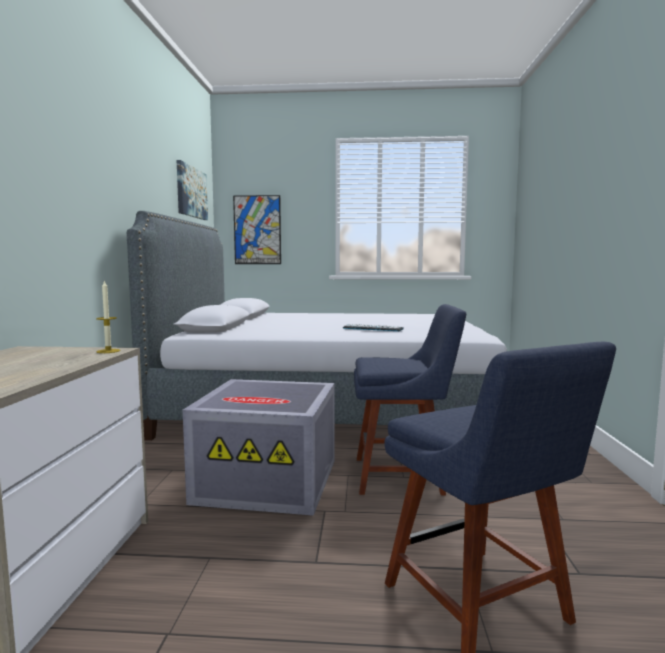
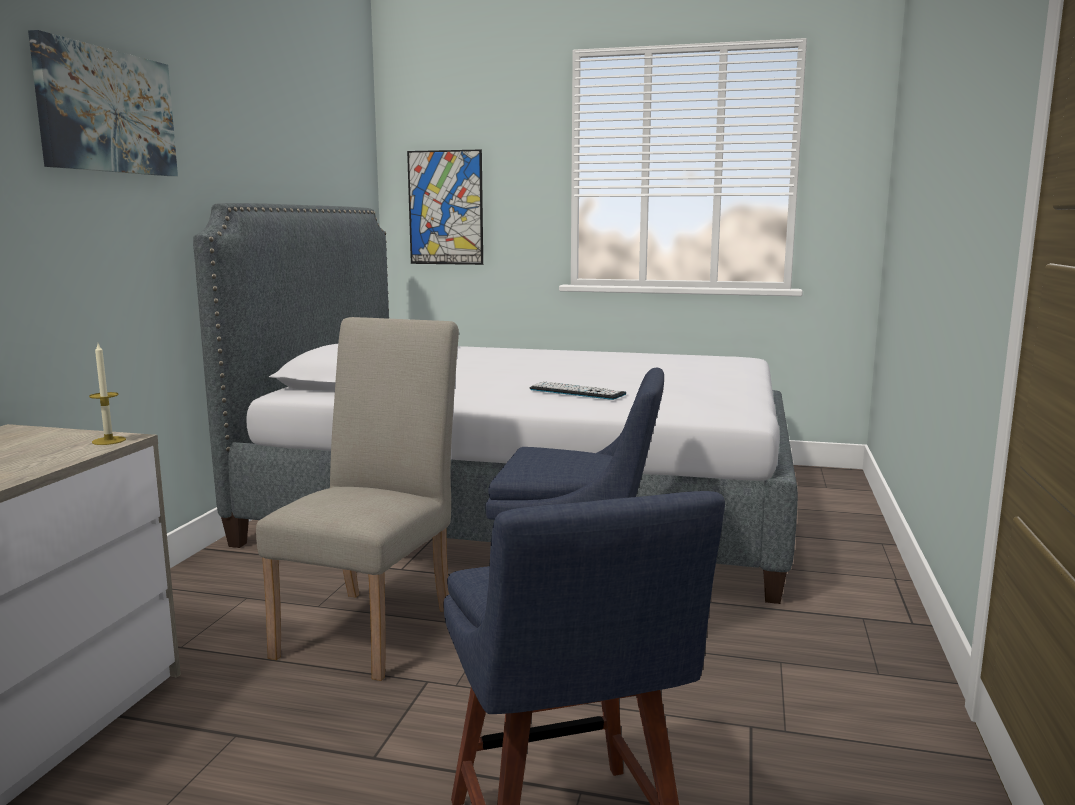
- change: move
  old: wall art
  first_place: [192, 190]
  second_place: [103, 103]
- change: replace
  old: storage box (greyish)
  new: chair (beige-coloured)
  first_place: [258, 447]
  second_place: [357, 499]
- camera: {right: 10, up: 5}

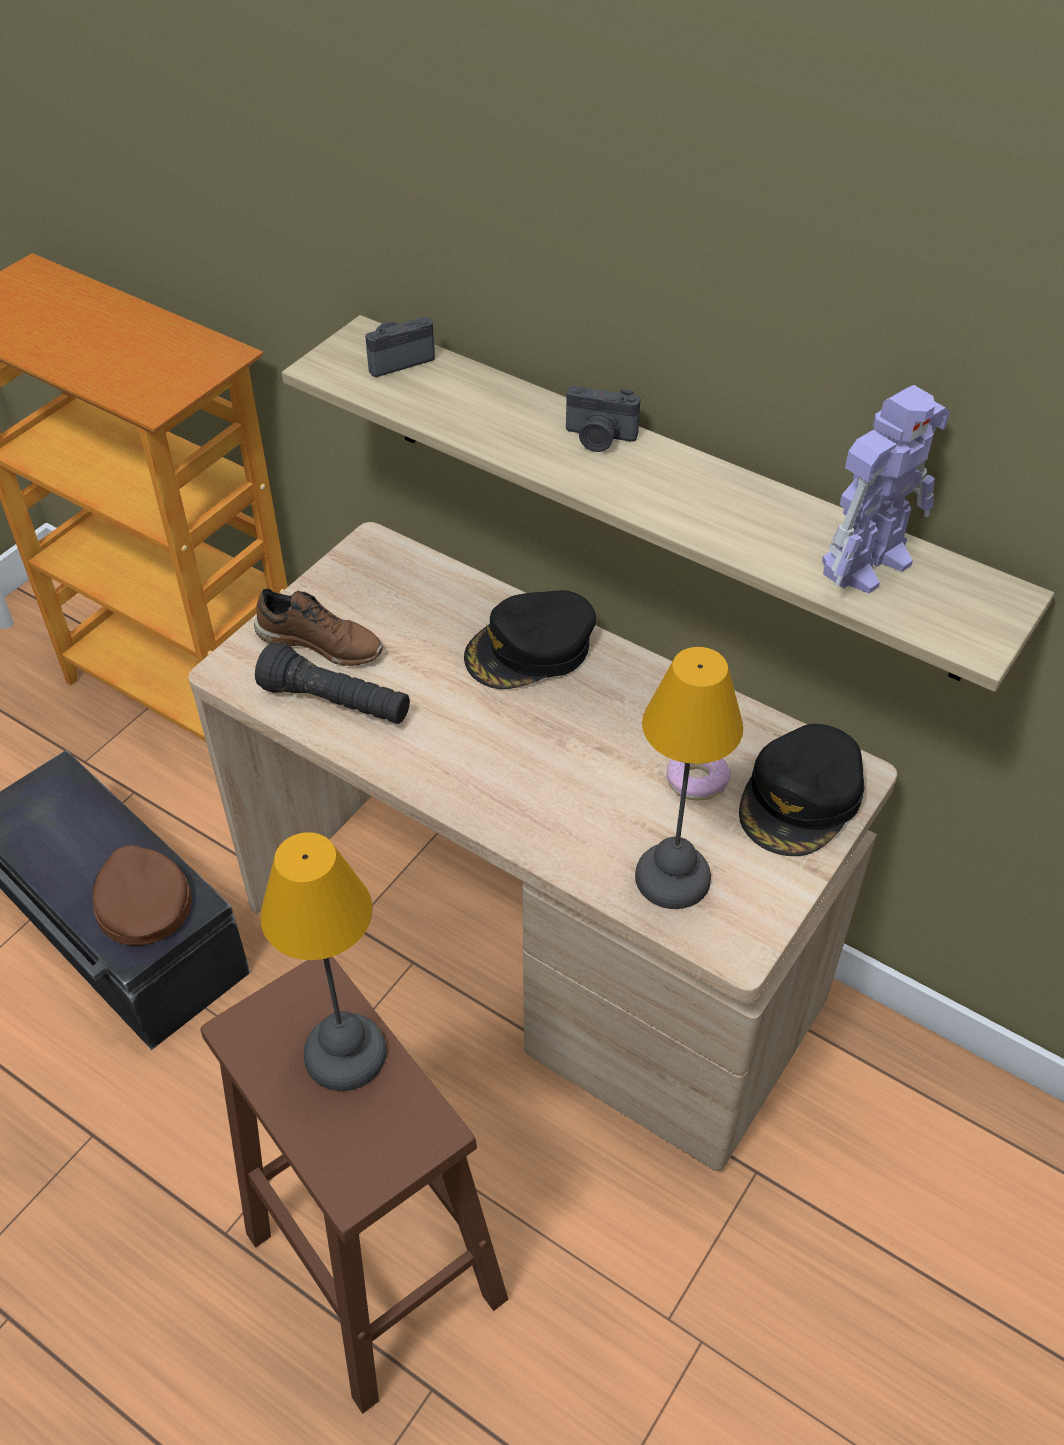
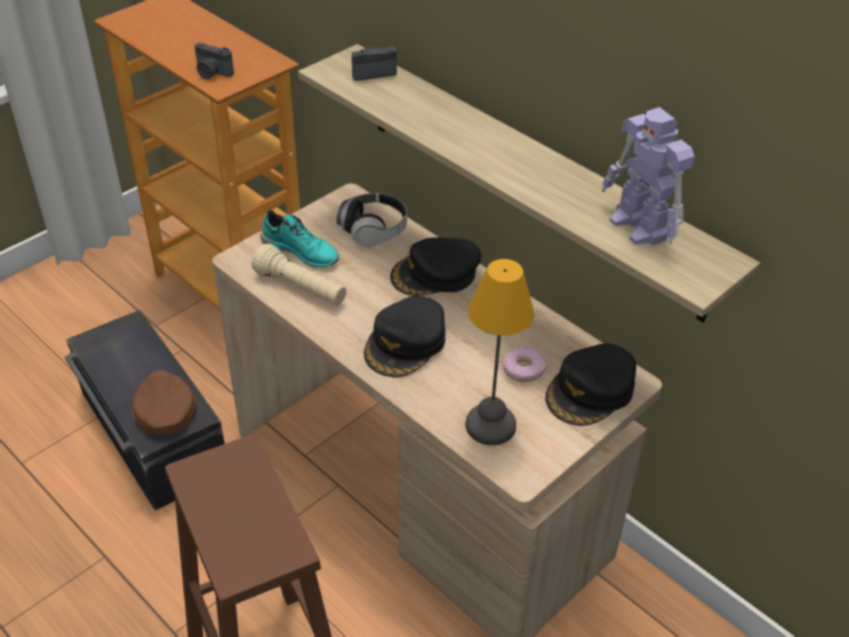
- change: rotate
  old: toy robot
  first_place: [886, 489]
  second_place: [648, 176]
  degrees: 90
- change: move
  old: photo camera
  first_place: [603, 419]
  second_place: [214, 61]
- change: recolor
  old: shoe (brown-coloured)
  new: shoe (turquoise-coloured)
  first_place: [318, 627]
  second_place: [299, 238]
- change: recolor
  old: hand torch (black)
  new: hand torch (beige-coloured)
  first_place: [332, 683]
  second_place: [299, 274]
- change: delete
  old: tabletop lamp
  first_place: [323, 961]
- change: insert
  new: headphones
  second_place: [371, 220]
- change: insert
  new: peaked cap (black)
  second_place: [405, 336]
- camera: {right: 10, up: -5}

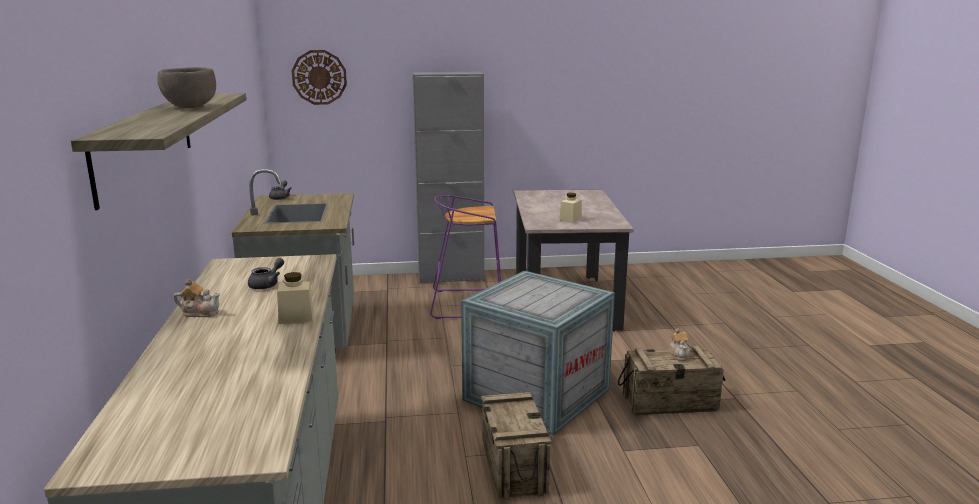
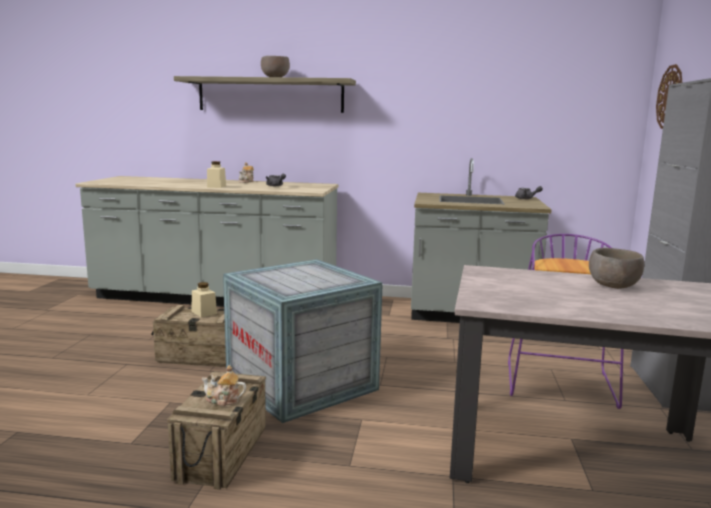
- change: move
  old: preserve jar (beige-coloured)
  first_place: [570, 208]
  second_place: [204, 299]
- change: insert
  new: serving bowl (brown-coloured)
  second_place: [616, 268]
- camera: {right: 105, up: -5}

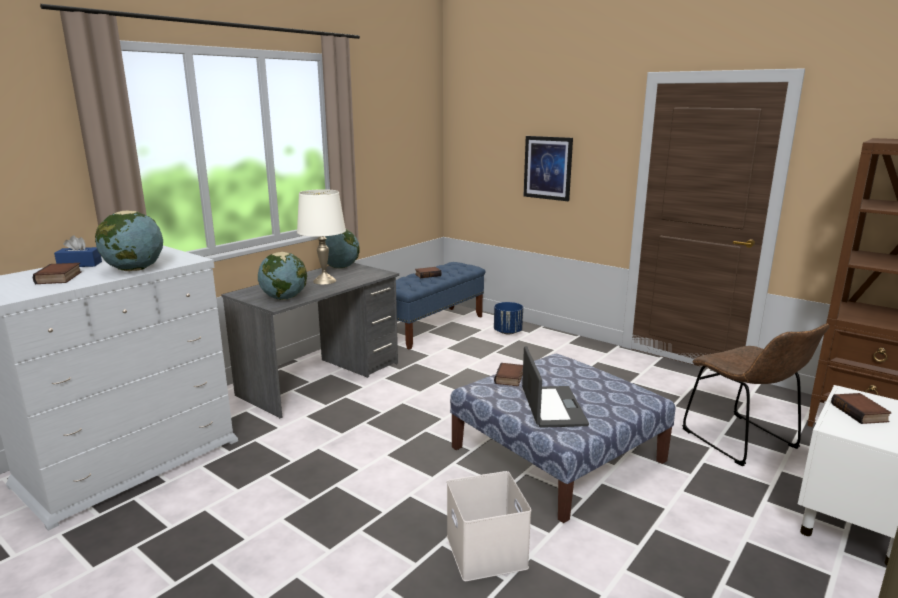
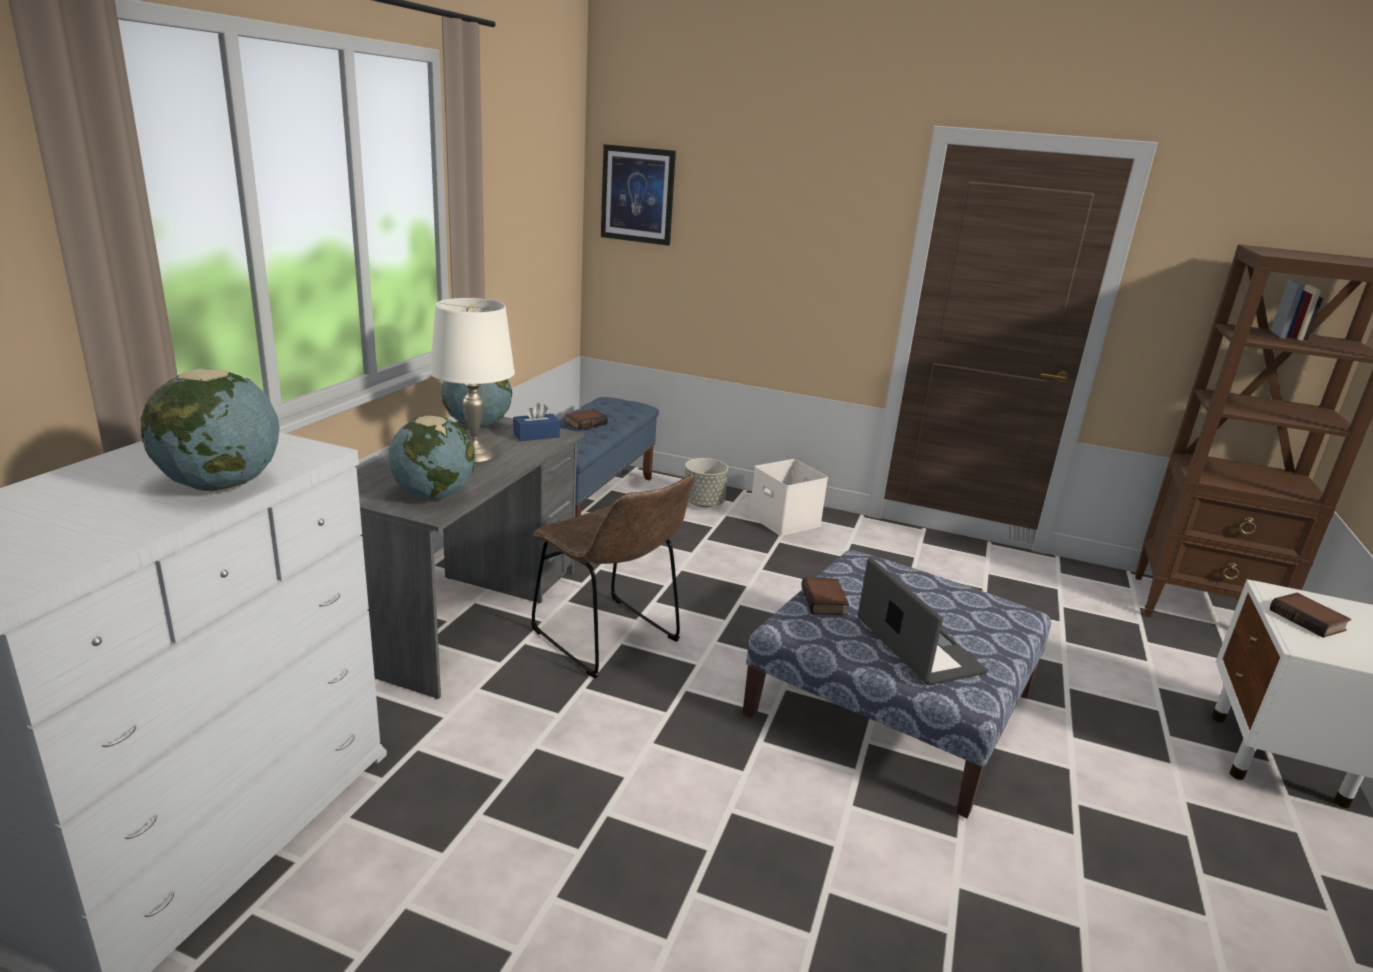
- change: move
  old: wall art
  first_place: [548, 168]
  second_place: [638, 195]
- change: move
  old: box of tissues (blue)
  first_place: [78, 251]
  second_place: [536, 421]
- change: delete
  old: volume
  first_place: [57, 273]
- change: recolor
  old: plant pot (blue)
  new: plant pot (greyish)
  first_place: [508, 318]
  second_place: [706, 482]
- change: move
  old: chair (brown-coloured)
  first_place: [755, 394]
  second_place: [613, 576]
- change: move
  old: storage box (white-coloured)
  first_place: [489, 526]
  second_place: [788, 497]
- camera: {right: -20, up: 5}

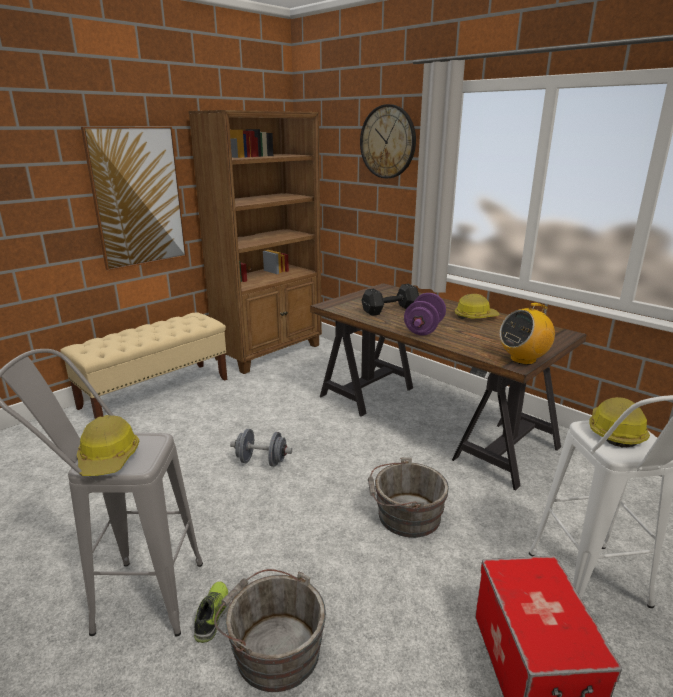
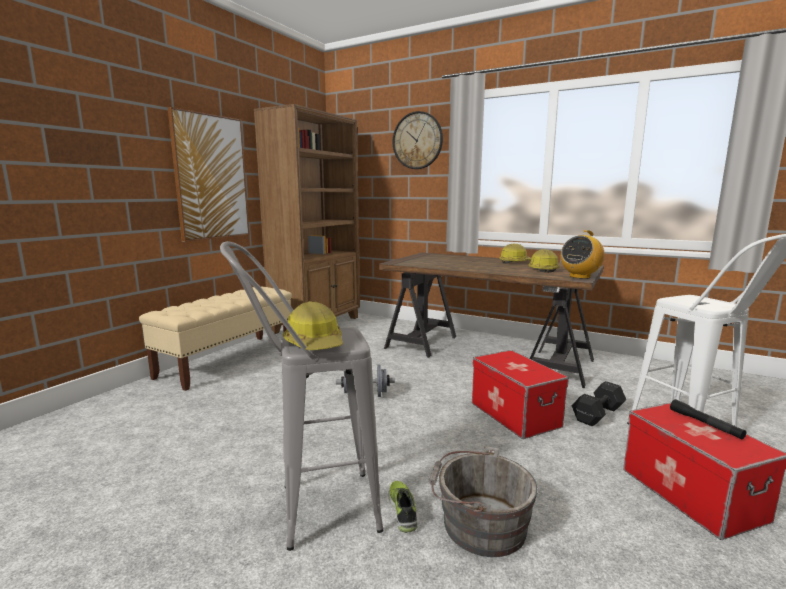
- change: move
  old: hand weight (black)
  first_place: [390, 300]
  second_place: [599, 404]
- change: delete
  old: hand weight (purple)
  first_place: [425, 314]
- change: move
  old: work helmet
  first_place: [619, 422]
  second_place: [544, 261]
- change: replace
  old: bucket (greyish)
  new: storage box
  first_place: [408, 497]
  second_place: [520, 394]
- change: insert
  new: hand torch (black)
  second_place: [708, 419]
- camera: {right: -15, up: -10}

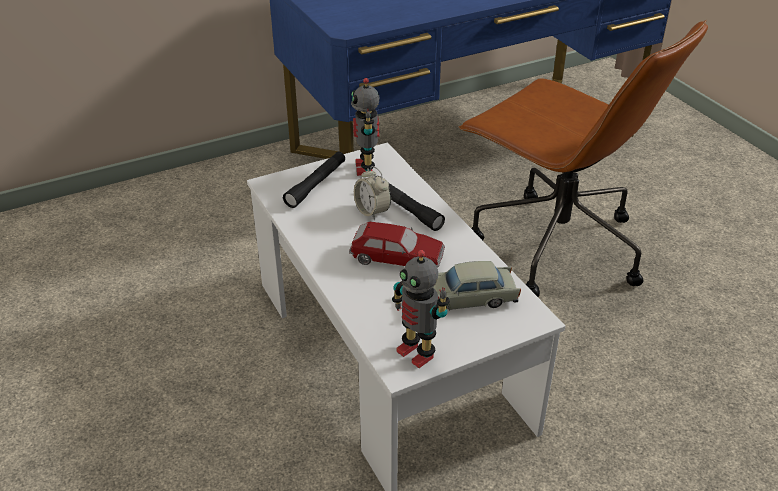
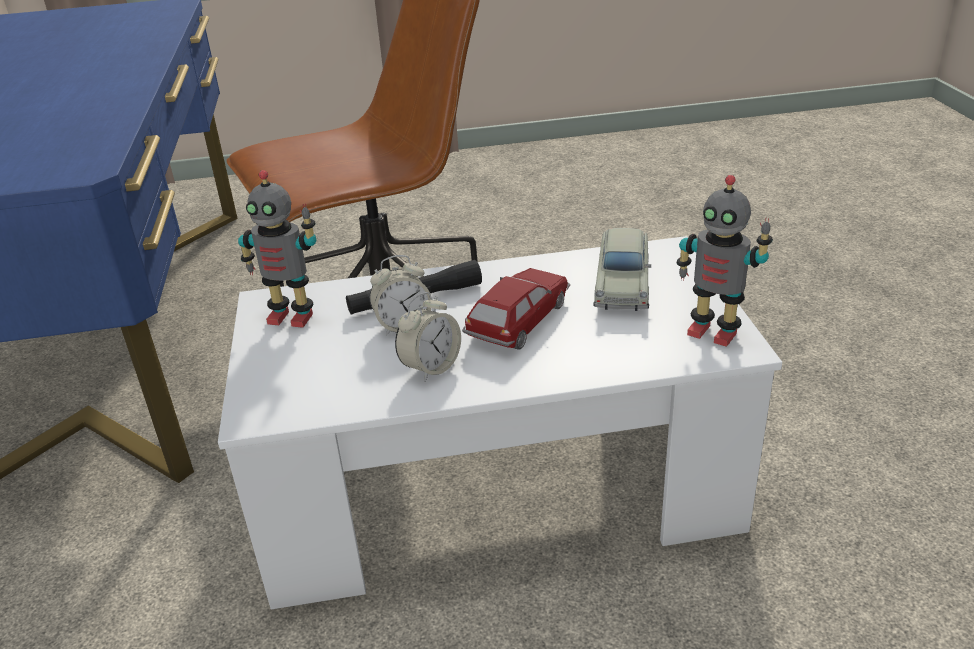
- change: delete
  old: hand torch (black)
  first_place: [314, 179]
- change: rotate
  old: toy robot
  first_place: [421, 309]
  second_place: [725, 261]
  degrees: 60
- change: insert
  new: bedside clock
  second_place: [428, 337]
- camera: {right: -70, up: -5}

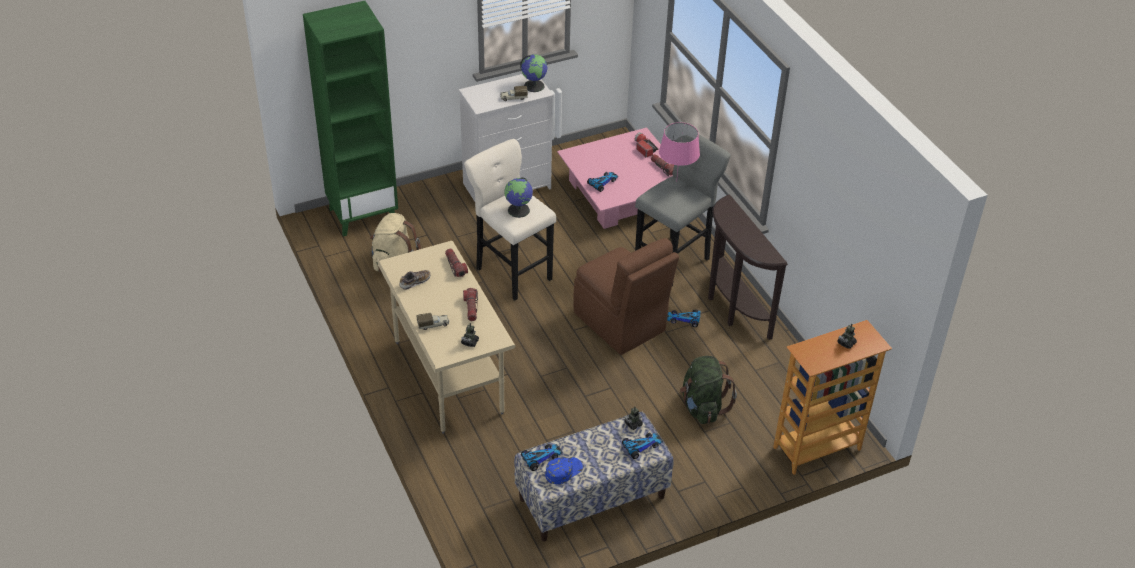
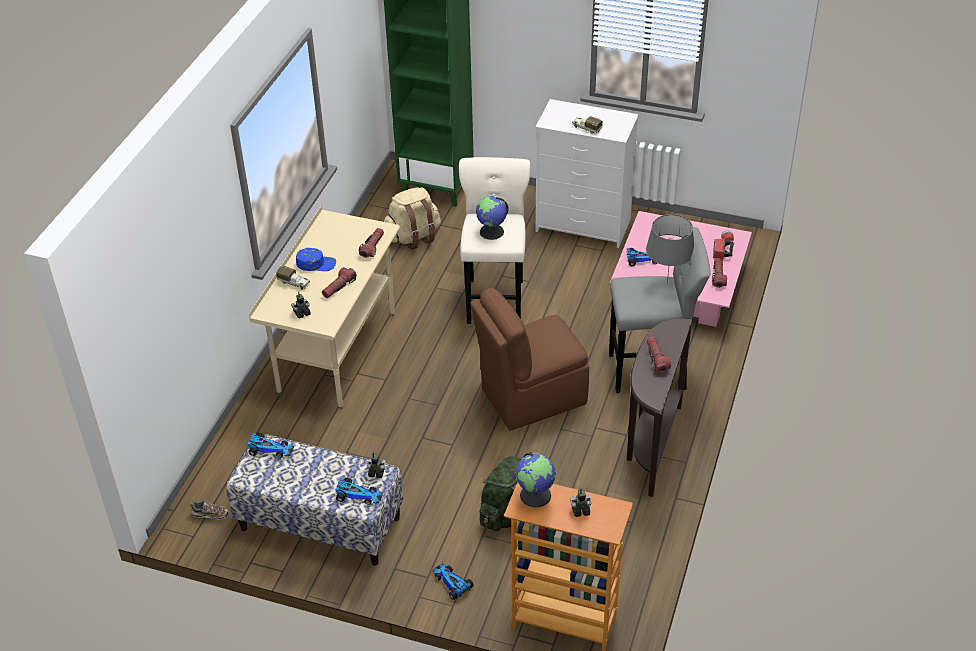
- change: move
  old: globe
  first_place: [533, 73]
  second_place: [536, 480]
- change: recolor
  old: tabletop lamp (pink)
  new: tabletop lamp (greyish)
  first_place: [679, 152]
  second_place: [670, 249]
- change: rotate
  old: chair (brown-coloured)
  first_place: [626, 296]
  second_place: [529, 359]
  degrees: 60
- change: move
  old: shoe
  first_place: [415, 280]
  second_place: [209, 510]
- change: move
  old: model car
  first_place: [684, 318]
  second_place: [453, 581]
- change: move
  old: peaked cap (blue)
  first_place: [564, 470]
  second_place: [316, 259]
- change: insert
  new: hand torch
  second_place: [659, 354]
- camera: {right: 45, up: 0}

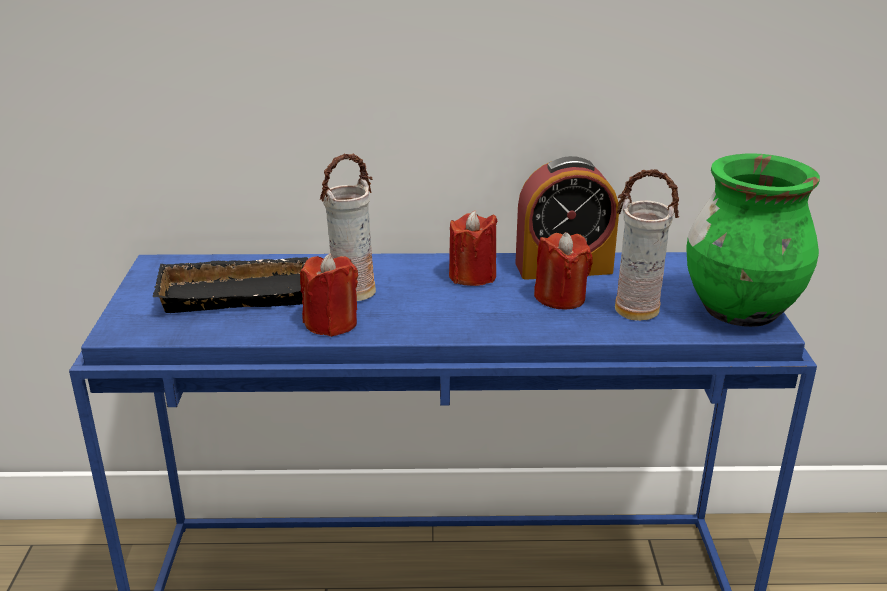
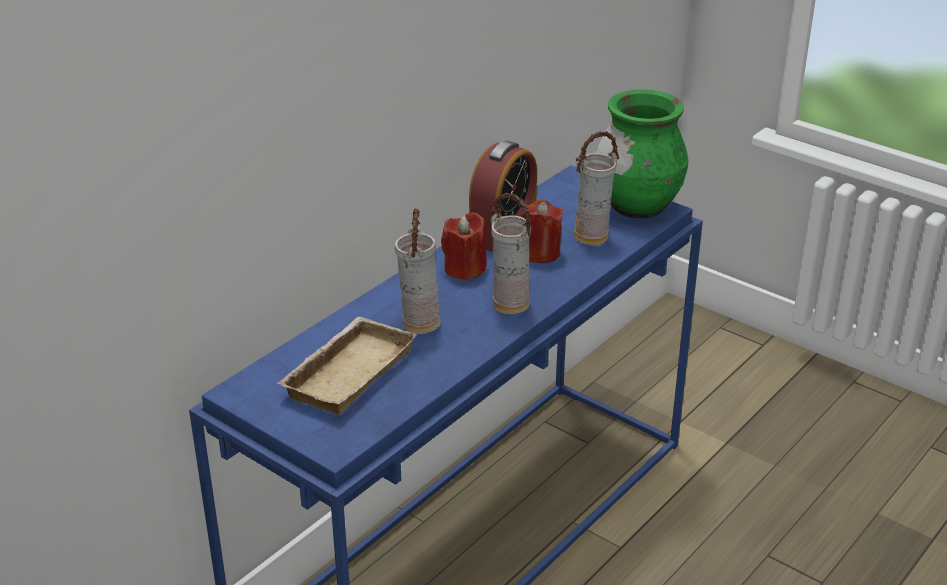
- change: delete
  old: wax light (reddish)
  first_place: [329, 295]
- change: recolor
  old: serving tray (black)
  new: serving tray (beige-coloured)
  first_place: [230, 285]
  second_place: [347, 365]
- change: insert
  new: flower vase
  second_place: [510, 253]
- camera: {right: -50, up: 5}

